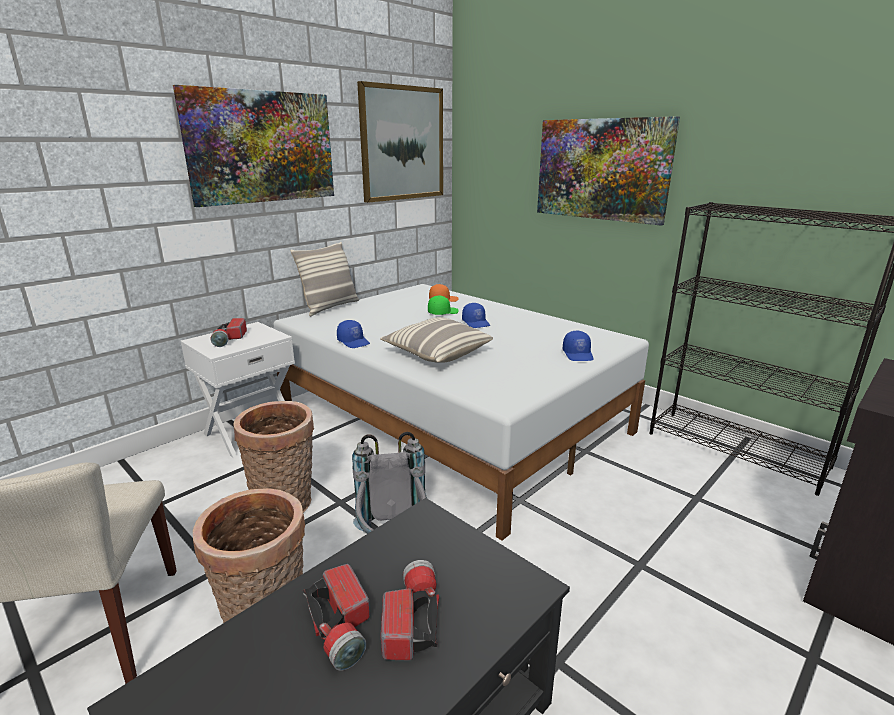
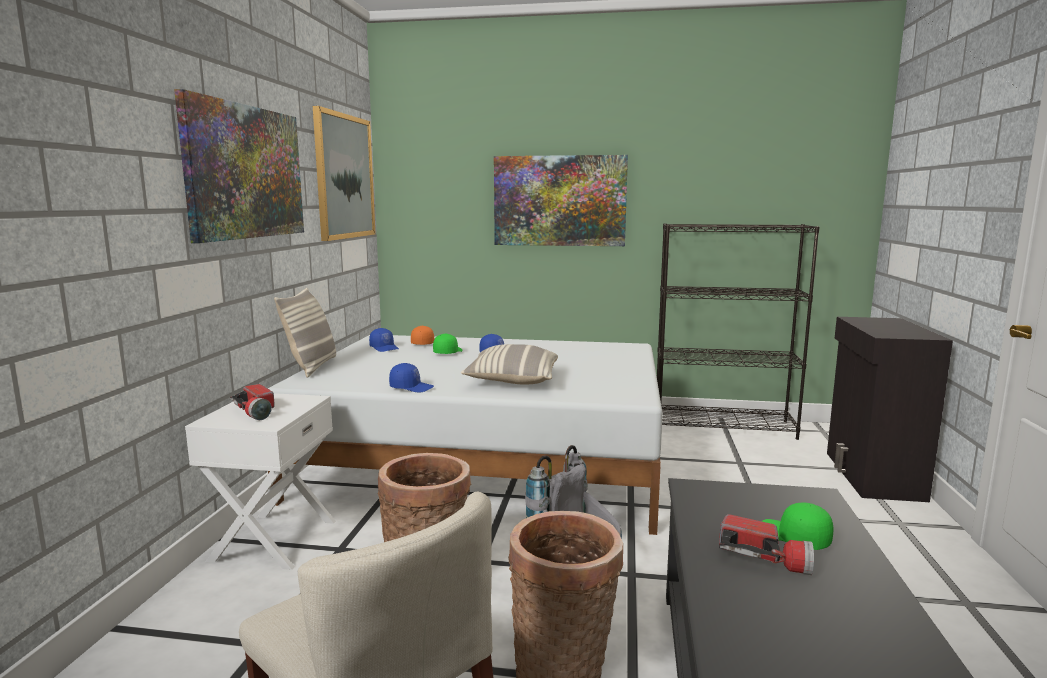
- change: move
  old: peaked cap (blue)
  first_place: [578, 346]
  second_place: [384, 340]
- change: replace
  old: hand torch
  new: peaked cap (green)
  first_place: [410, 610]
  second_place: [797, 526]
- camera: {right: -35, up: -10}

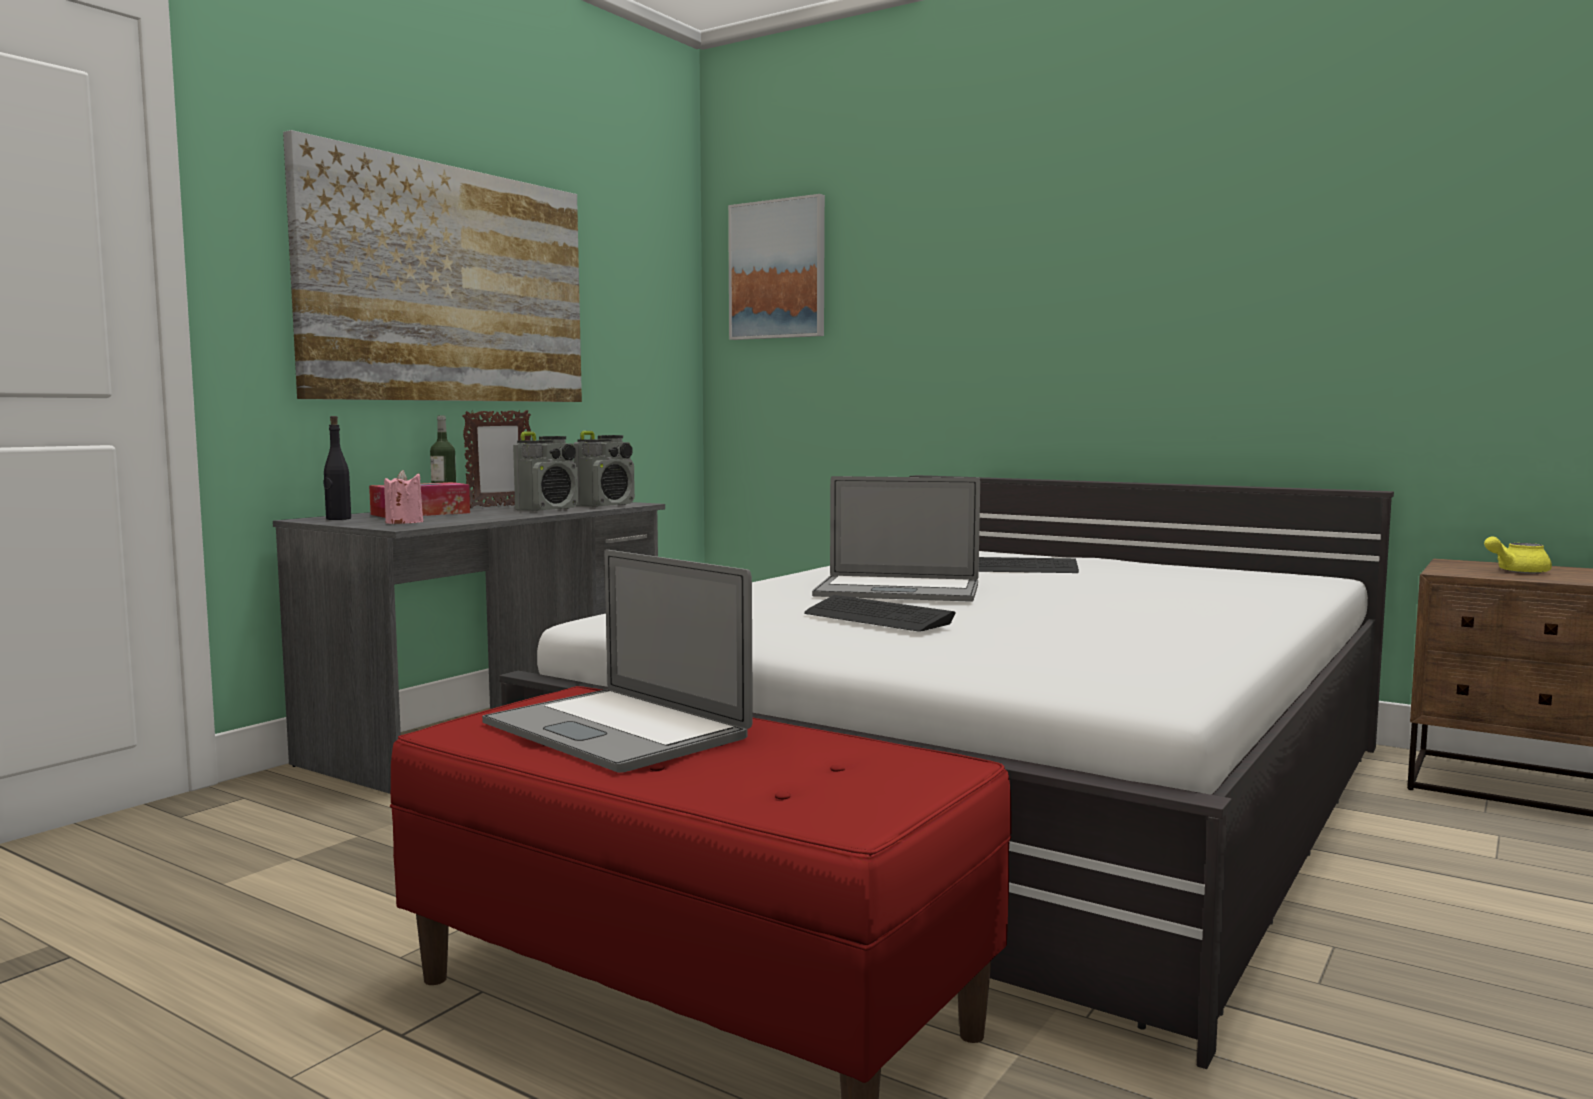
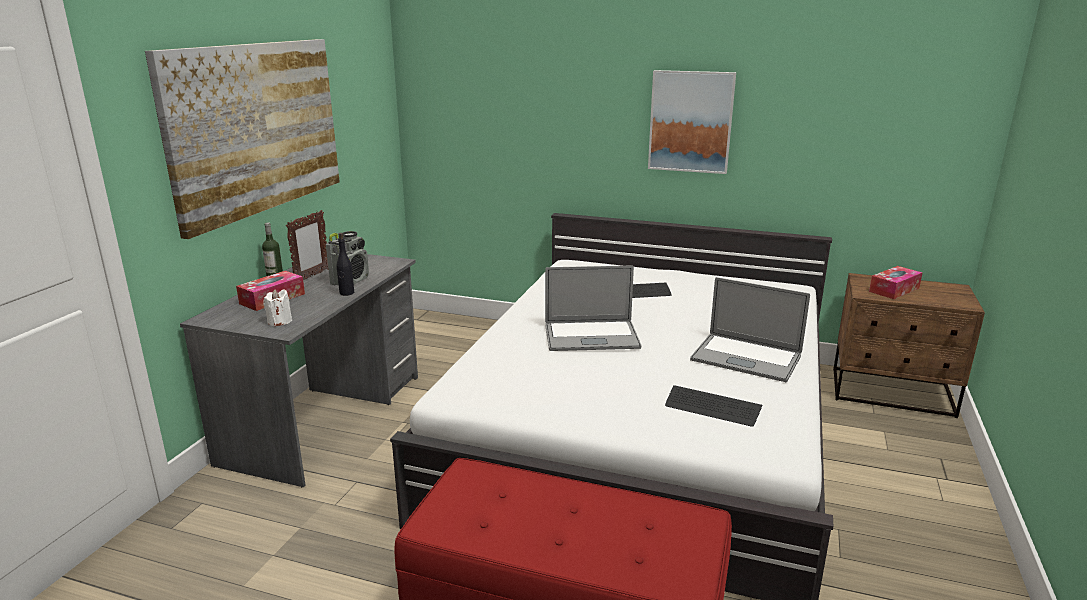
- change: move
  old: wall art
  first_place: [776, 267]
  second_place: [692, 122]
- change: move
  old: beverage bottle (black)
  first_place: [337, 468]
  second_place: [345, 264]
- change: delete
  old: radio
  first_place: [604, 469]
- change: recolor
  old: wax light (pink)
  new: wax light (white-coloured)
  first_place: [403, 497]
  second_place: [277, 307]
- change: replace
  old: tea pot (yellow-coloured)
  new: box of tissues
  first_place: [1518, 555]
  second_place: [895, 282]
- change: move
  old: laptop
  first_place: [617, 661]
  second_place: [750, 329]
- change: move
  old: keyboard
  first_place: [880, 613]
  second_place: [713, 406]
- camera: {right: -15, up: 15}

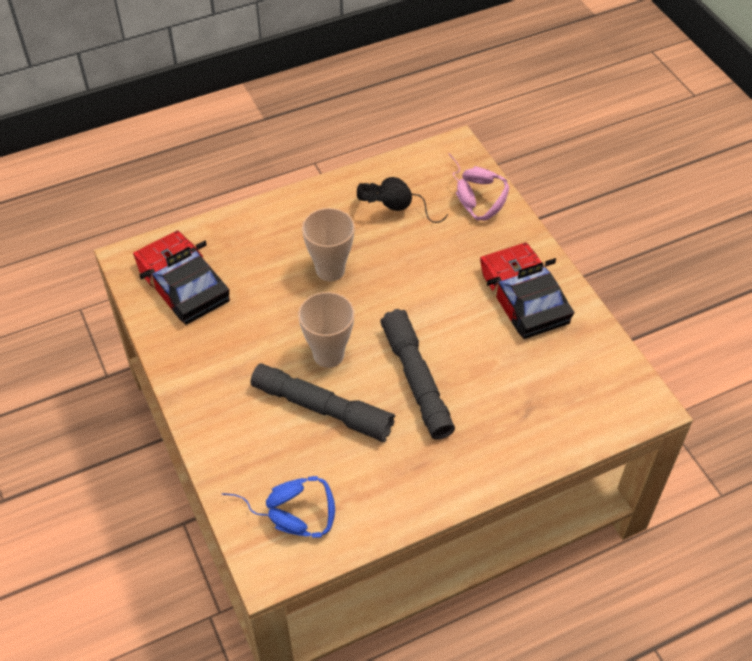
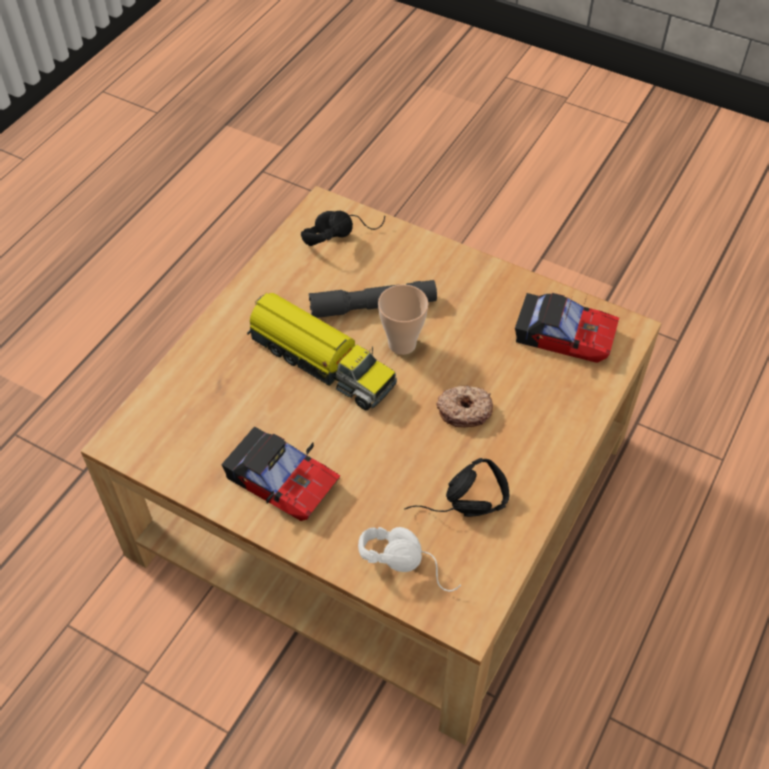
- change: recolor
  old: headphones (pink)
  new: headphones (white-coloured)
  first_place: [478, 187]
  second_place: [409, 559]
- change: replace
  old: drinking cup
  new: donut
  first_place: [328, 245]
  second_place: [464, 406]
- change: replace
  old: hand torch (greyish)
  new: model truck
  first_place: [417, 374]
  second_place: [322, 351]
- change: recolor
  old: headphones (blue)
  new: headphones (black)
  first_place: [278, 507]
  second_place: [343, 228]
- camera: {right: 145, up: 0}

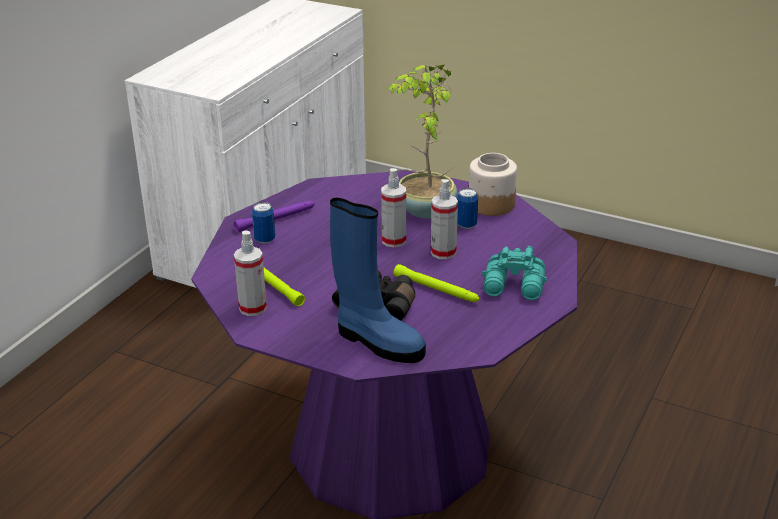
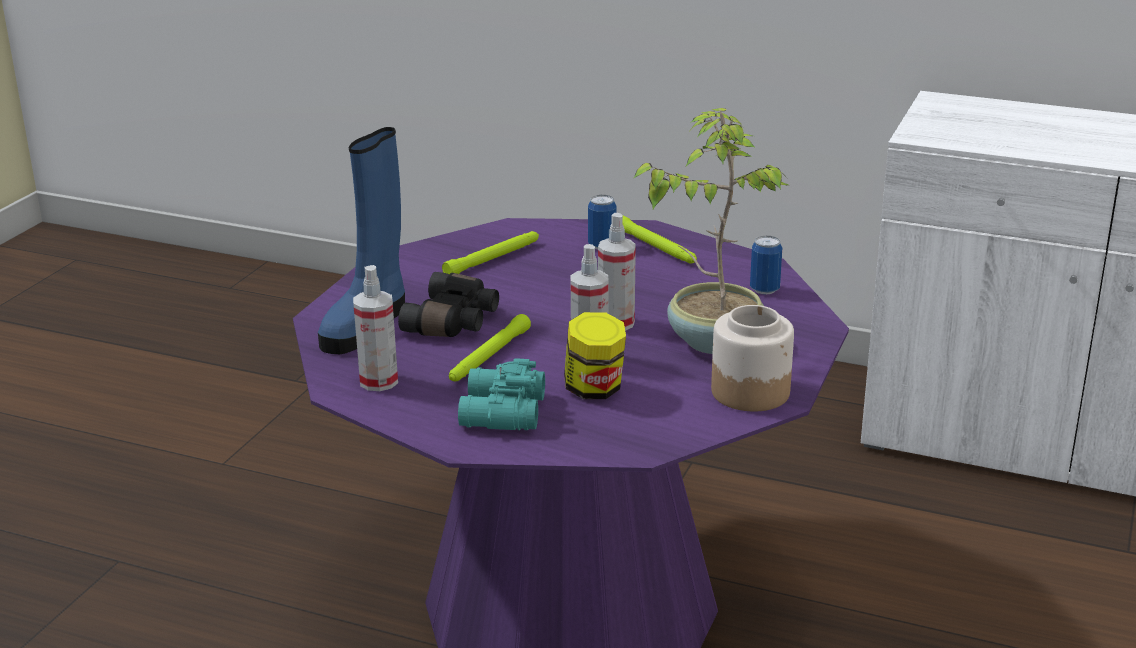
- change: move
  old: can
  first_place: [467, 208]
  second_place: [766, 265]
- change: recolor
  old: hand torch (purple)
  new: hand torch (green)
  first_place: [274, 216]
  second_place: [660, 240]
- change: move
  old: sprayer
  first_place: [250, 273]
  second_place: [375, 328]
- change: insert
  new: preserve jar
  second_place: [595, 355]
- camera: {right: 85, up: -5}

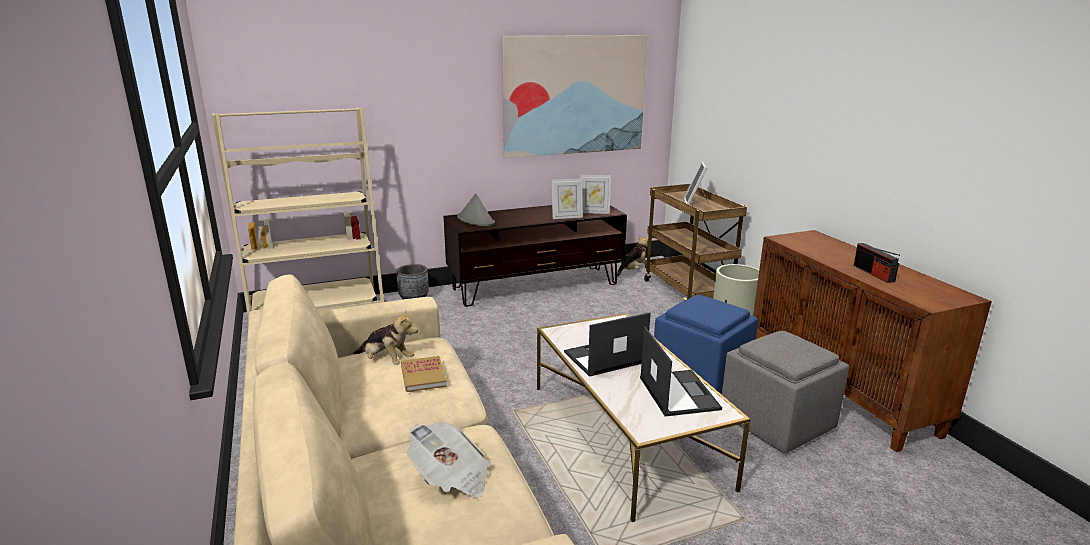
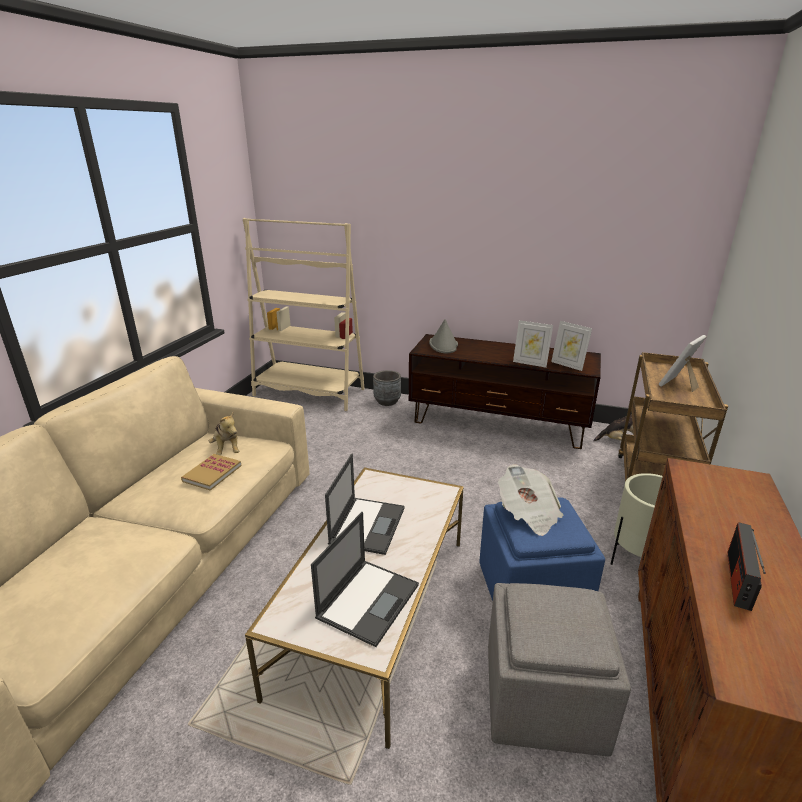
- change: delete
  old: wall art
  first_place: [574, 96]
- change: rotate
  old: laptop
  first_place: [607, 344]
  second_place: [365, 504]
  degrees: 90
- change: move
  old: newspaper
  first_place: [449, 460]
  second_place: [531, 500]
- camera: {right: 40, up: 5}

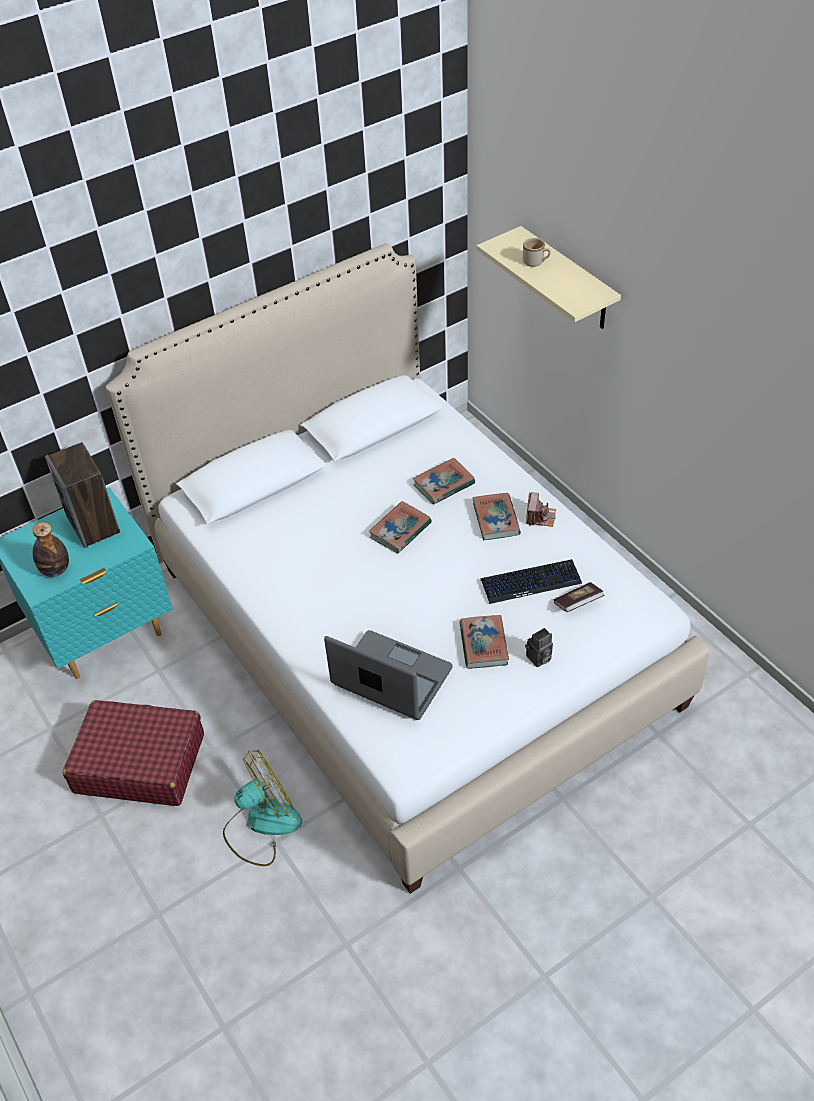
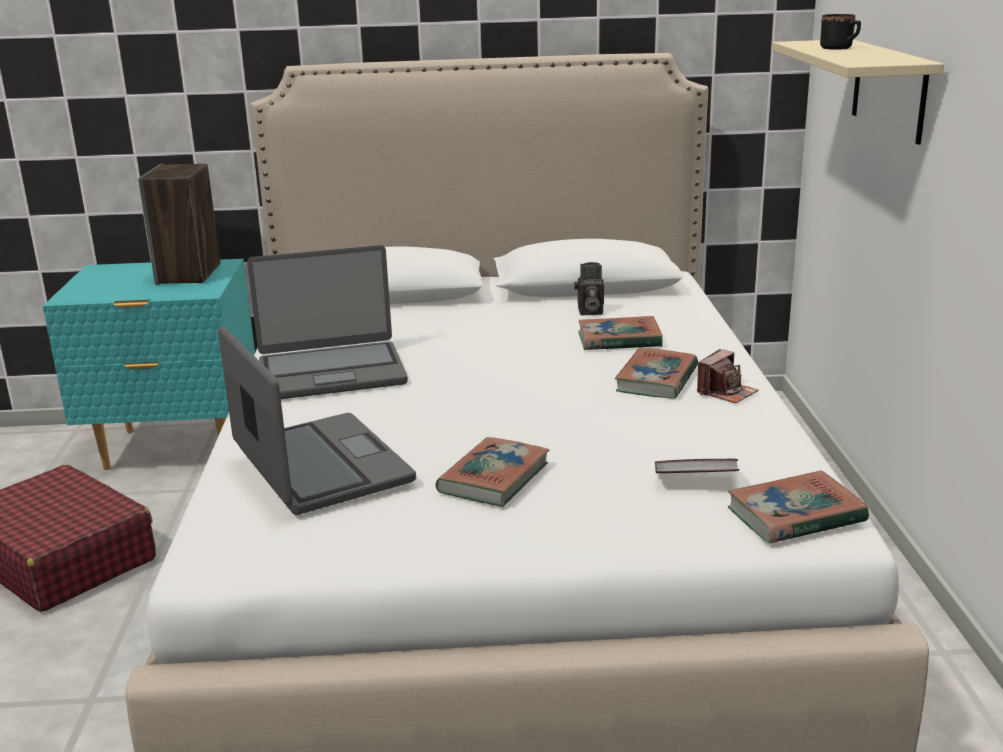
- change: recolor
  old: tea mug (beige-coloured)
  new: tea mug (black)
  first_place: [537, 252]
  second_place: [840, 32]
- change: move
  old: volume
  first_place: [400, 527]
  second_place: [798, 507]
- change: delete
  old: beverage bottle
  first_place: [50, 549]
- change: delete
  old: keyboard
  first_place: [531, 581]
- change: move
  old: photo camera
  first_place: [539, 647]
  second_place: [589, 288]
- change: delete
  old: cooling fan
  first_place: [262, 807]
- change: insert
  new: laptop
  second_place: [327, 322]
- camera: {right: 30, up: -25}

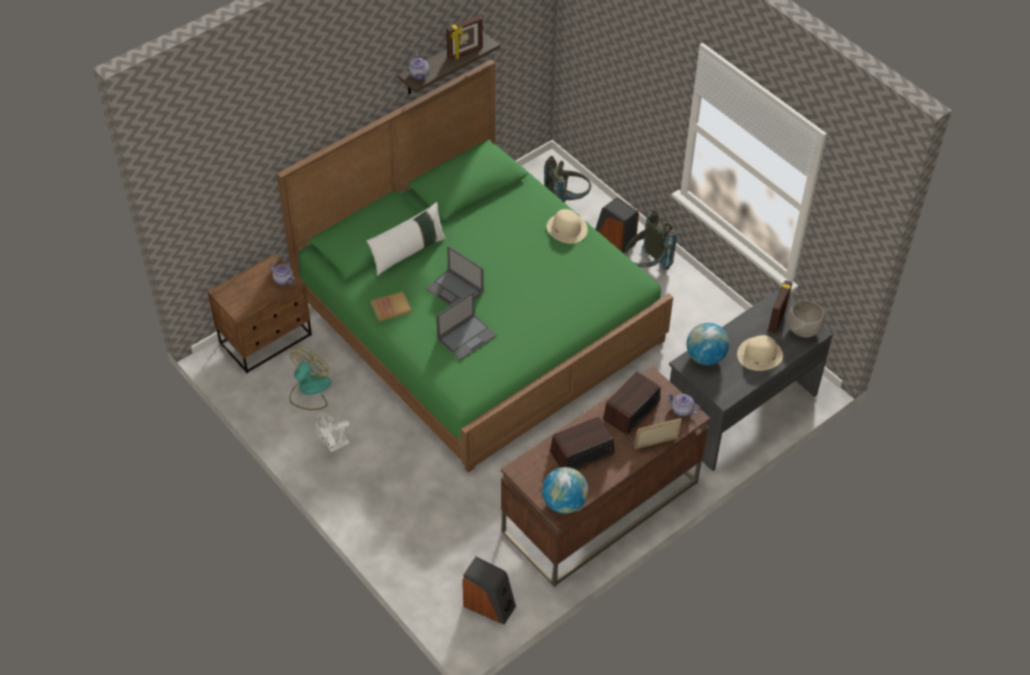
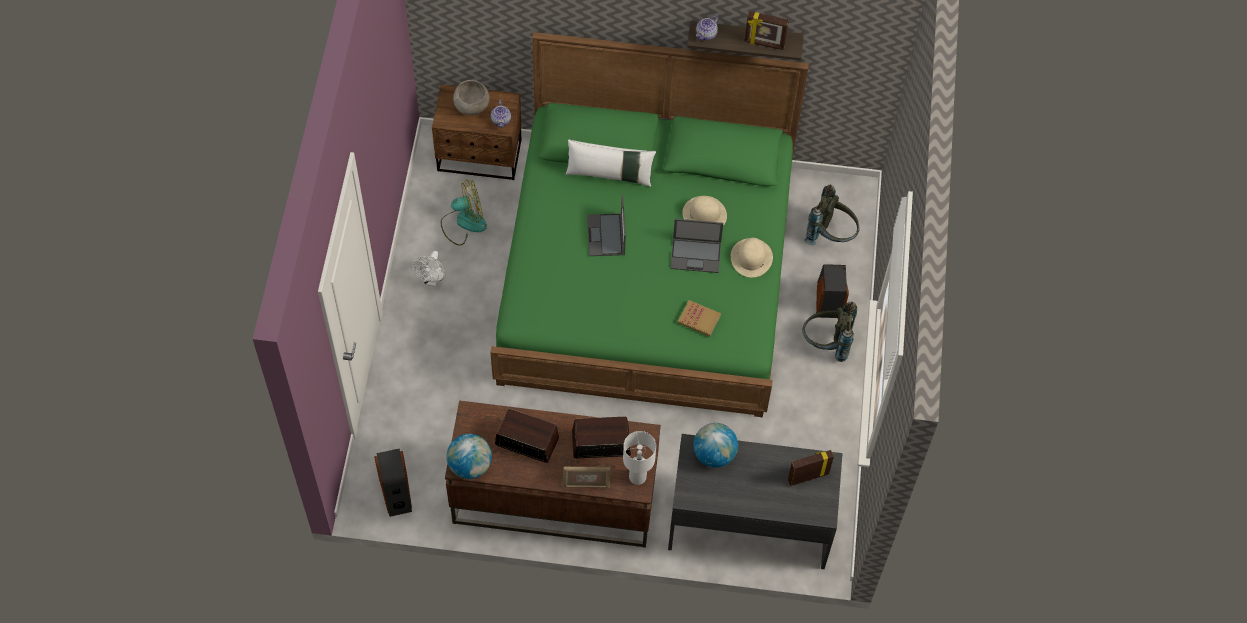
- change: move
  old: laptop
  first_place: [466, 325]
  second_place: [696, 246]
- change: move
  old: volume
  first_place: [391, 307]
  second_place: [699, 318]
- change: move
  old: serving bowl (greyish)
  first_place: [806, 319]
  second_place: [471, 97]
- change: move
  old: hat (beige-coloured)
  first_place: [760, 353]
  second_place: [704, 211]
- change: replace
  old: tea pot
  new: tabletop lamp (white-coloured)
  first_place: [684, 404]
  second_place: [639, 458]
- change: rotate
  old: cooling fan (white-coloured)
  first_place: [333, 432]
  second_place: [428, 269]
  degrees: -90
- change: rotate
  old: picture frame
  first_place: [658, 433]
  second_place: [587, 477]
  degrees: 150
- camera: {right: 45, up: 10}

